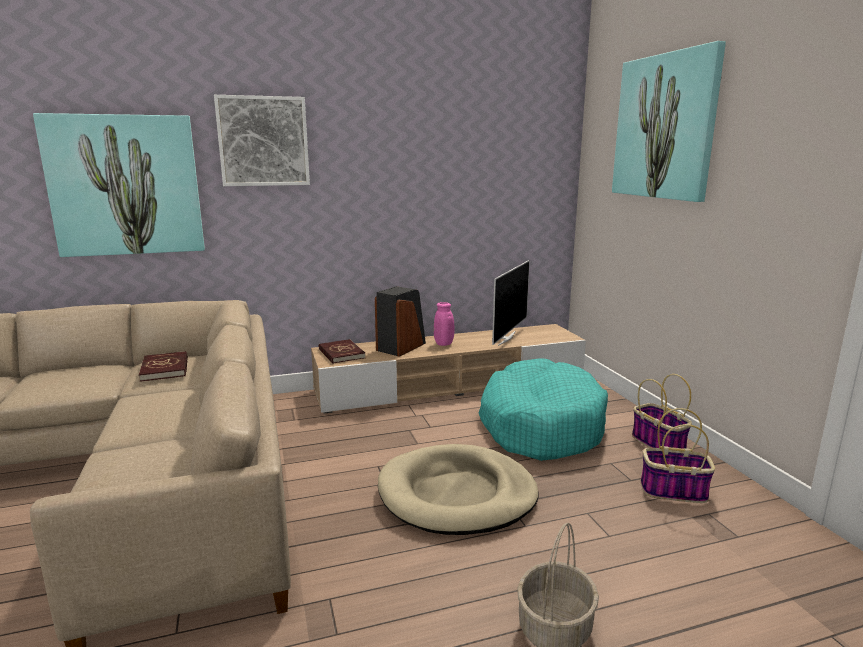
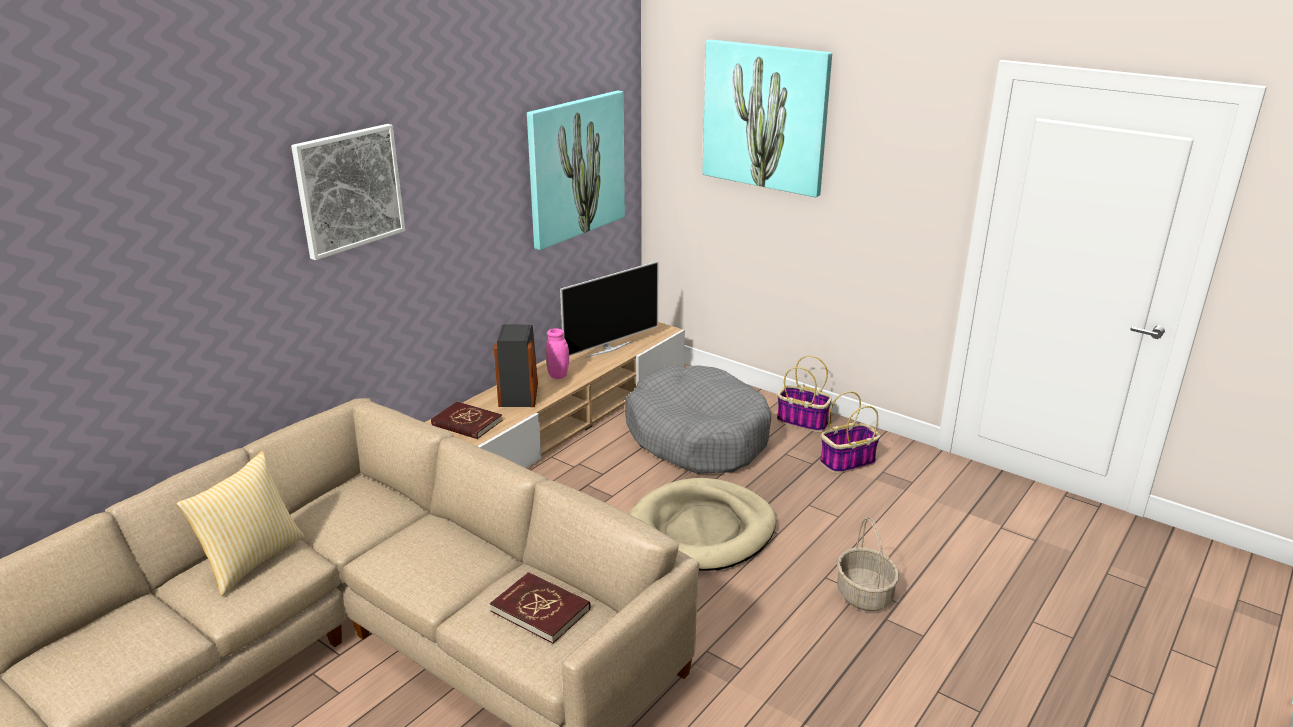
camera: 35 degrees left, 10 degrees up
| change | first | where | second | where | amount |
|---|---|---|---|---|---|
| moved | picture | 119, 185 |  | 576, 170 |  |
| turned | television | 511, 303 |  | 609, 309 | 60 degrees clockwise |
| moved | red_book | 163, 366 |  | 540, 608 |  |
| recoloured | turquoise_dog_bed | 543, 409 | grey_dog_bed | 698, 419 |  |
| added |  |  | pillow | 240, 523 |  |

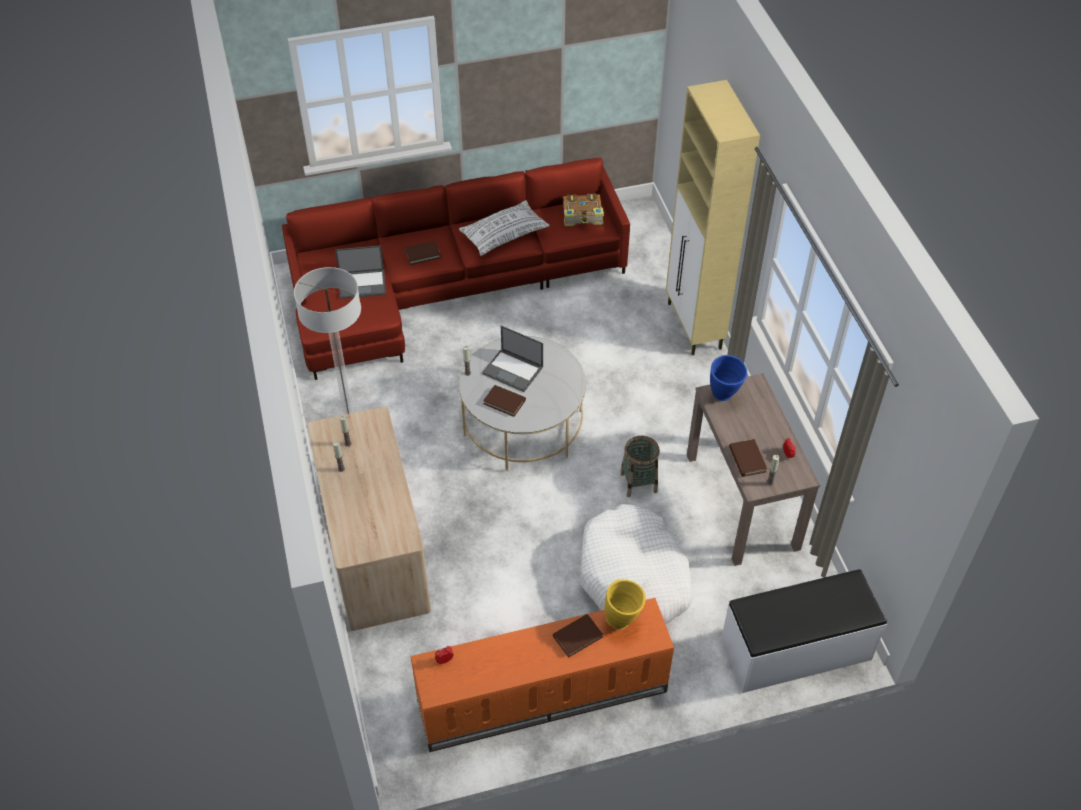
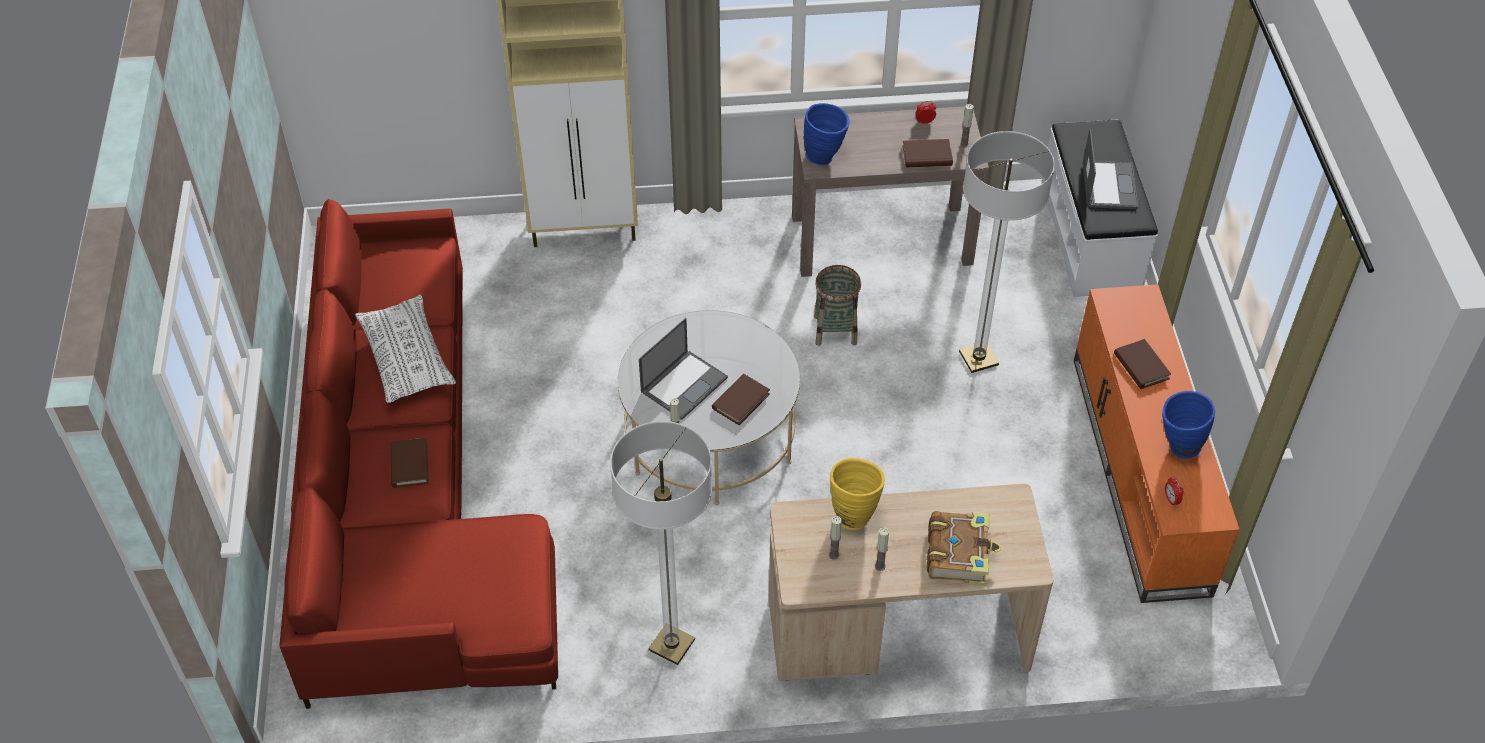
camera: 80 degrees left, 0 degrees up
| change | first | where | second | where | amount |
|---|---|---|---|---|---|
| moved | book | 583, 209 |  | 964, 548 |  |
| moved | laptop | 360, 272 |  | 1110, 168 |  |
| replaced | white_dog_bed | 636, 564 | floor_lamp | 1007, 252 |  |
| moved | yellow_vase | 625, 604 |  | 857, 494 |  |
| added |  |  | blue_vase | 1188, 425 |  |

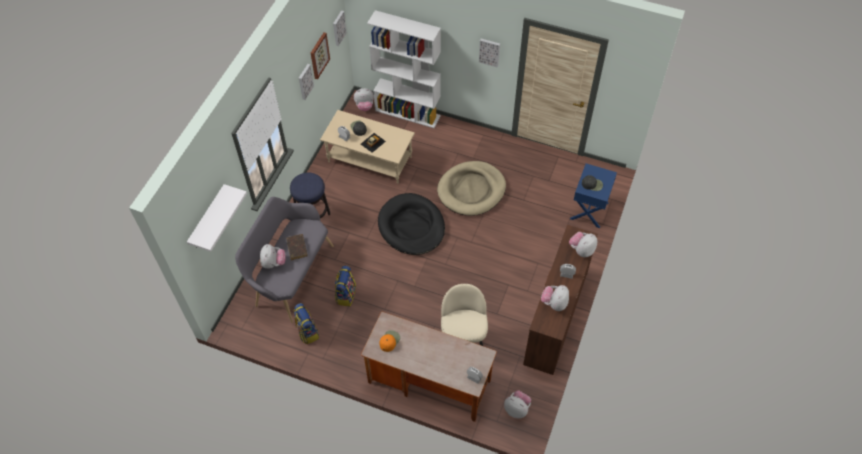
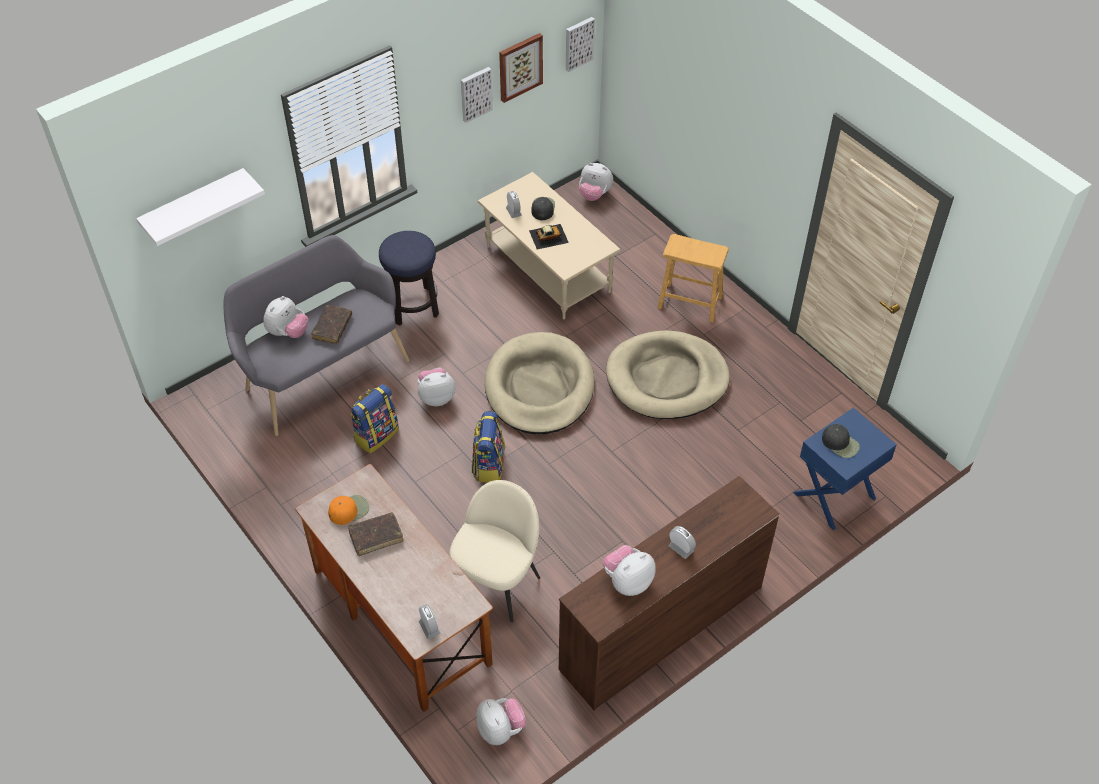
camera: 30 degrees right, 5 degrees down
| change | first | where | second | where | amount |
|---|---|---|---|---|---|
| removed | white_bookcase | 404, 69 |  |  |  |
| removed | picture | 489, 53 |  |  |  |
| recoloured | black_dog_bed | 411, 224 | beige_dog_bed | 539, 383 |  |
| moved | plush_toy | 583, 244 |  | 436, 387 |  |
| moved | backpack | 306, 323 |  | 488, 447 |  |
| added |  |  | brown_stool | 693, 278 |  |
| added |  |  | brown_book | 375, 534 |  |

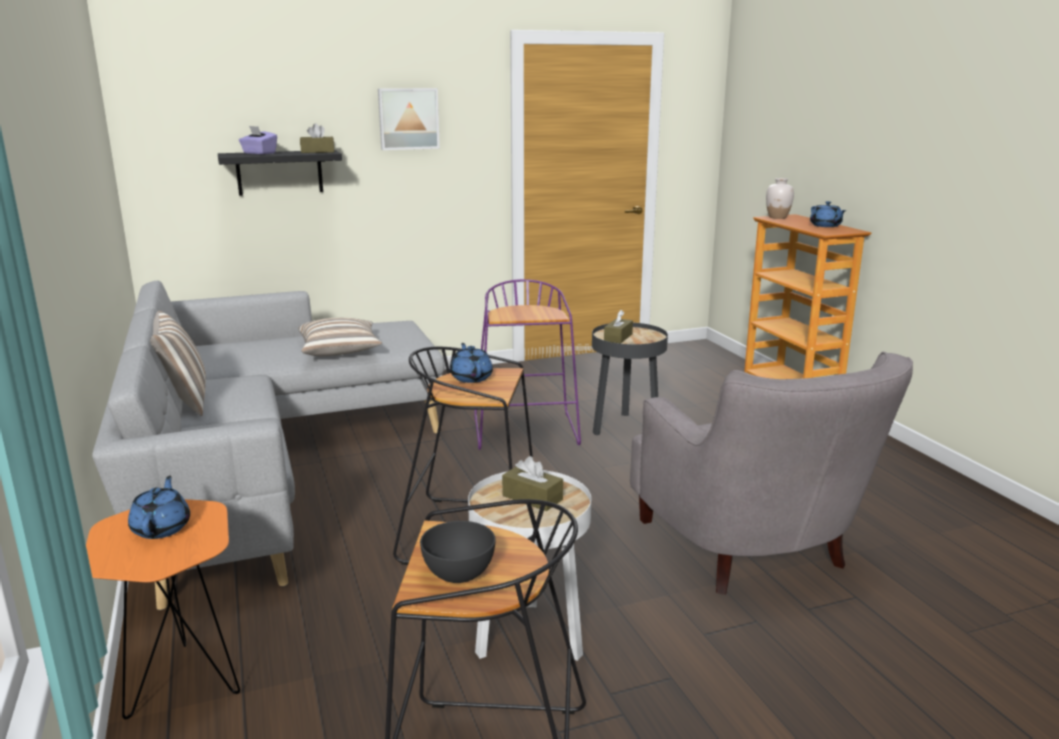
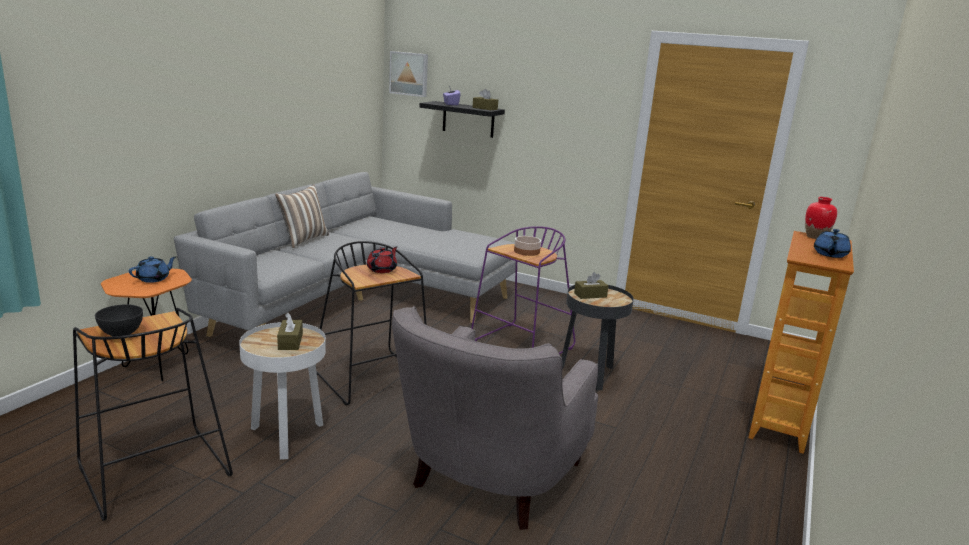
camera: 45 degrees right, 0 degrees up
| change | first | where | second | where | amount |
|---|---|---|---|---|---|
| moved | picture | 409, 119 |  | 408, 74 |  |
| recoloured | white_vase | 780, 198 | red_vase | 821, 218 |  |
| removed | pillow | 340, 337 |  |  |  |
| recoloured | blue_teapot | 471, 363 | red_teapot | 382, 259 |  |
| added |  |  | bowl | 527, 246 |  |

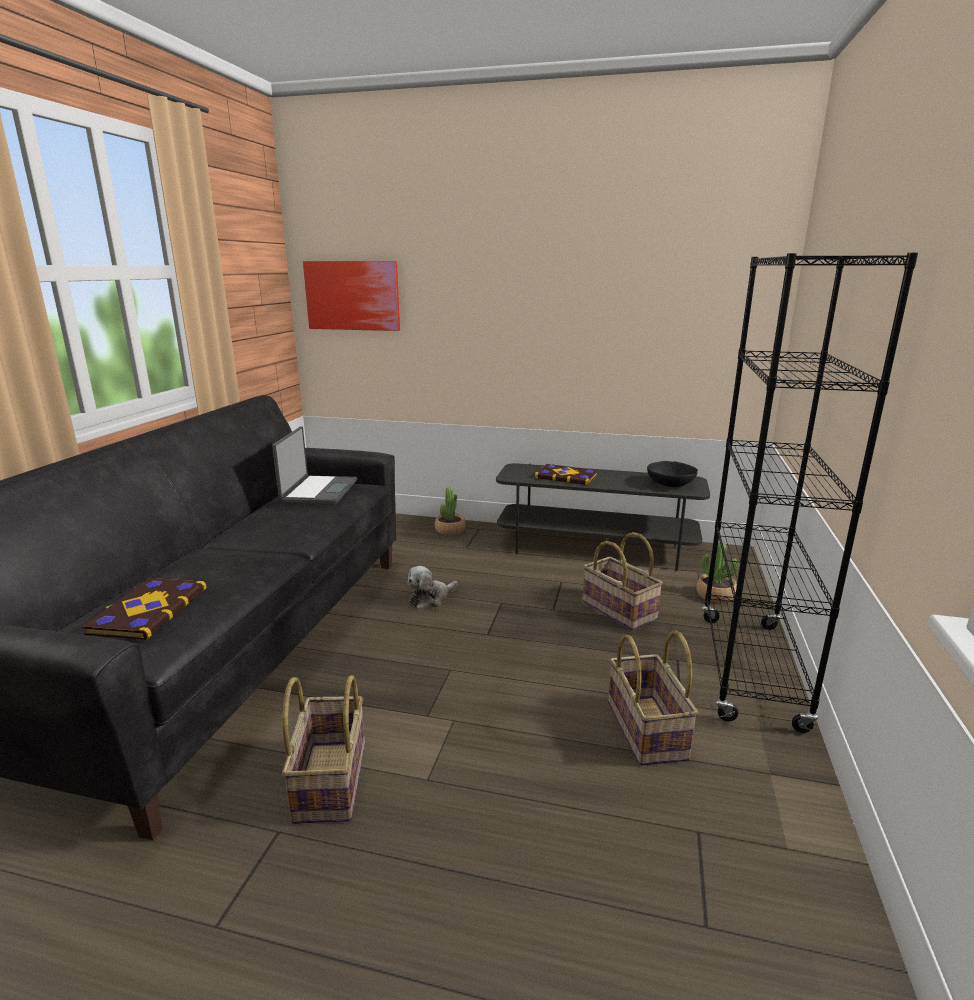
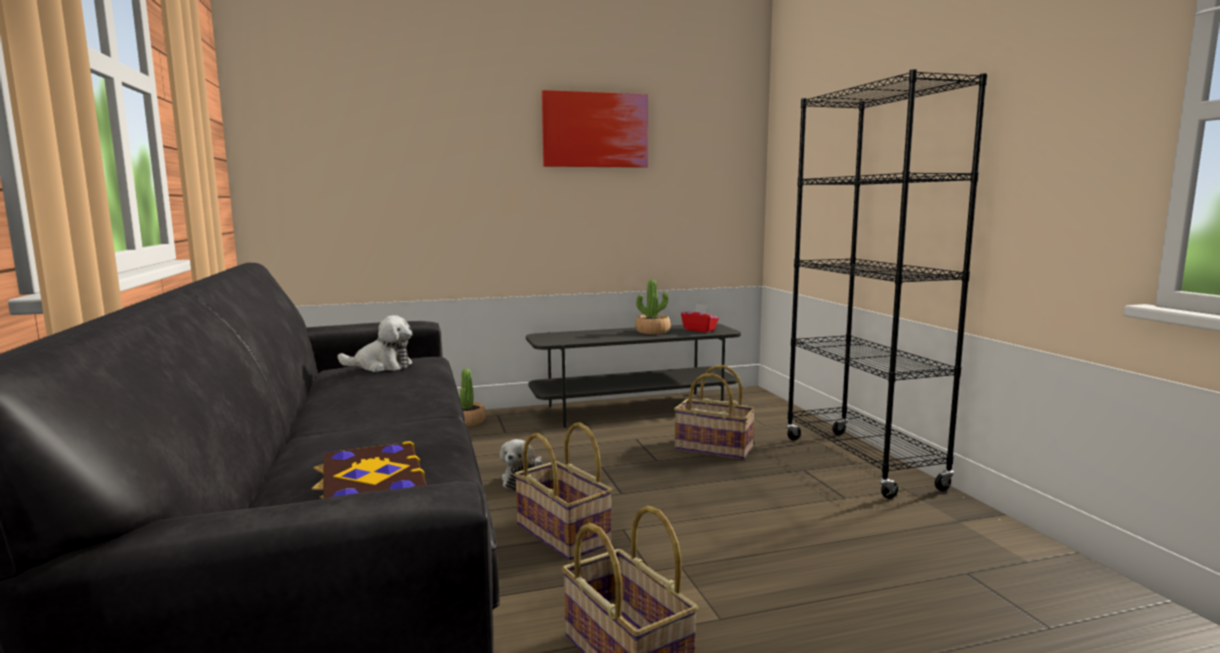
camera: 30 degrees left, 10 degrees down
| change | first | where | second | where | amount |
|---|---|---|---|---|---|
| moved | picture | 351, 296 |  | 595, 129 |  |
| replaced | laptop | 314, 465 | plush_toy | 374, 343 |  |
| replaced | black_bowl | 672, 474 | red_tissue_box | 700, 318 |  |
| removed | book | 566, 474 |  |  |  |
| moved | potted_plant | 717, 572 |  | 653, 307 |  |
| moved | basket | 653, 698 |  | 563, 491 |  |

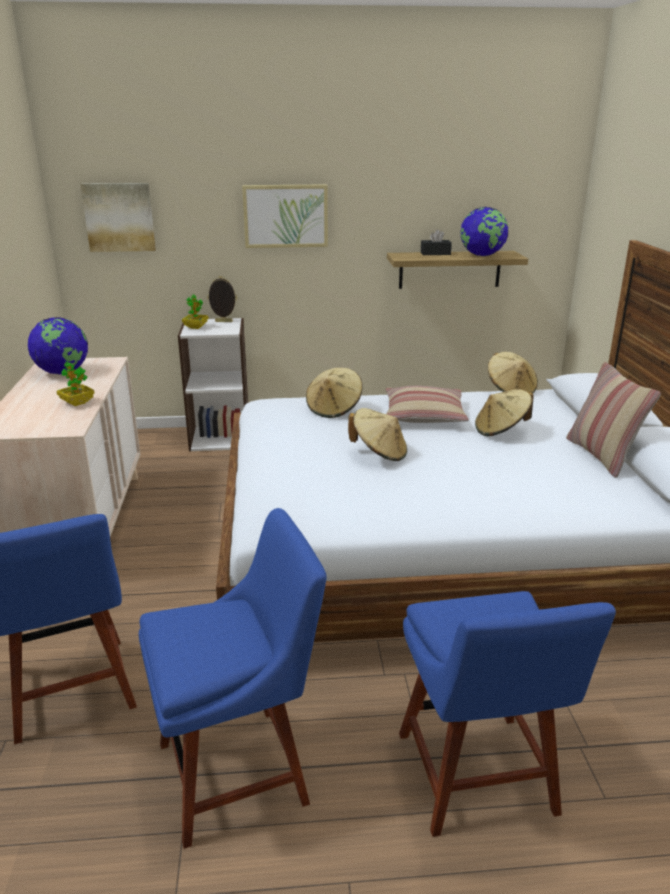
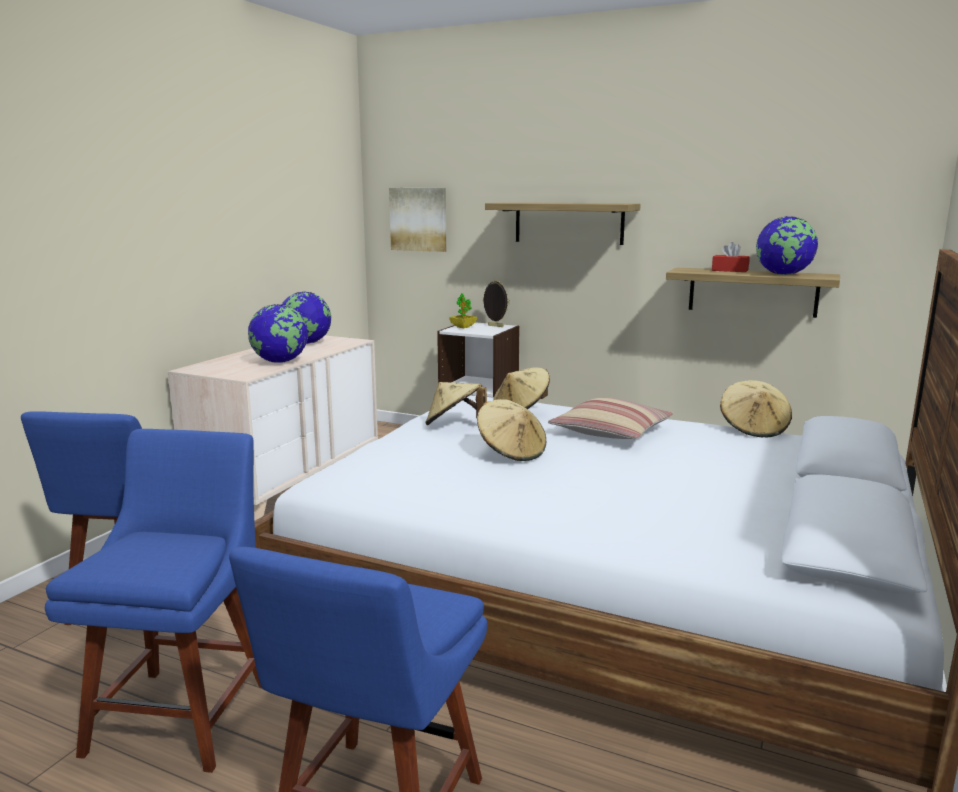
camera: 30 degrees right, 10 degrees down
| change | first | where | second | where | amount |
|---|---|---|---|---|---|
| replaced | picture | 285, 216 | shelf | 563, 223 |  |
| recoloured | black_tissue_box | 436, 242 | red_tissue_box | 731, 257 |  |
| replaced | potted_plant | 75, 383 | globe | 278, 333 |  |
| removed | pillow | 613, 420 |  |  |  |
| moved | beige_hat | 504, 412 |  | 456, 403 |  |
| turned | blue_chair | 233, 678 |  | 153, 601 | 90 degrees counterclockwise |

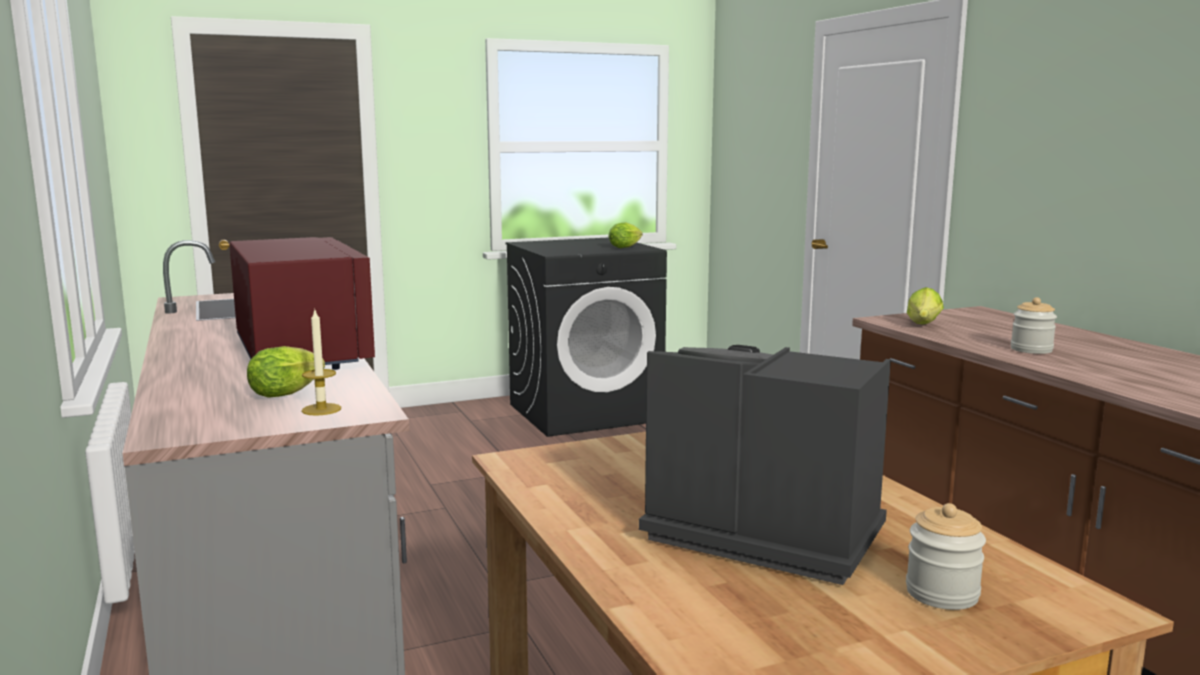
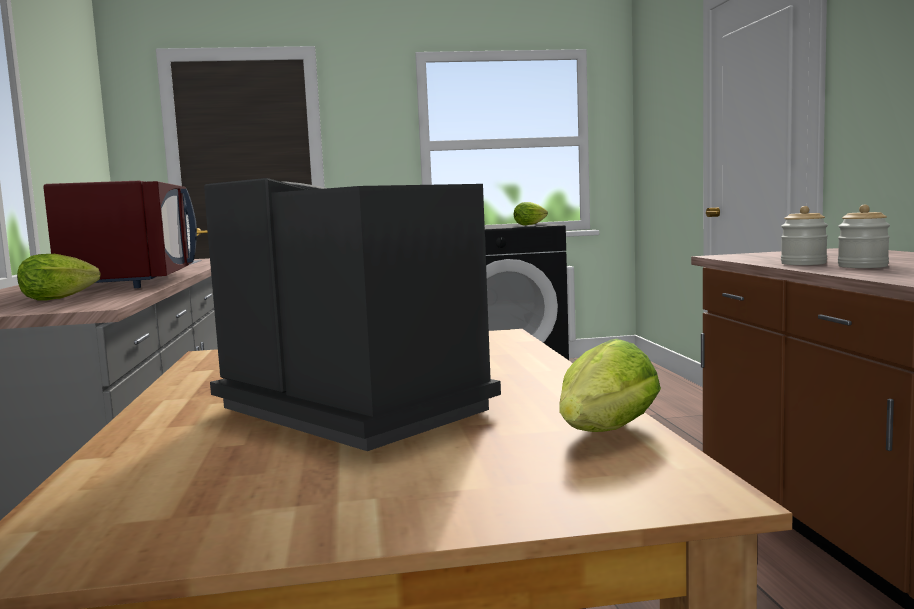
camera: 15 degrees right, 5 degrees down
| change | first | where | second | where | amount |
|---|---|---|---|---|---|
| moved | lettuce | 925, 305 |  | 610, 385 |  |
| removed | candle | 321, 363 |  |  |  |
| moved | jar | 946, 556 |  | 804, 235 |  |

